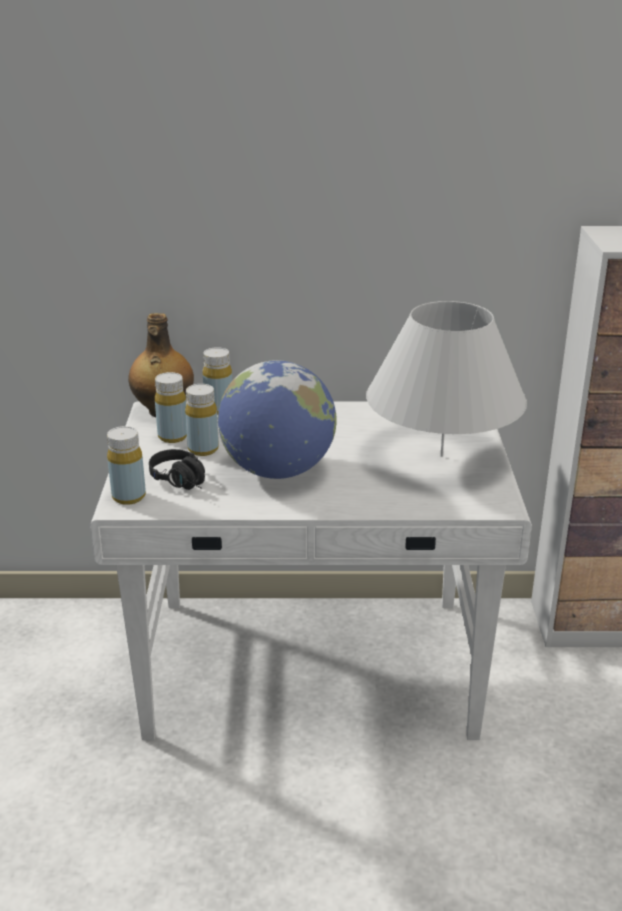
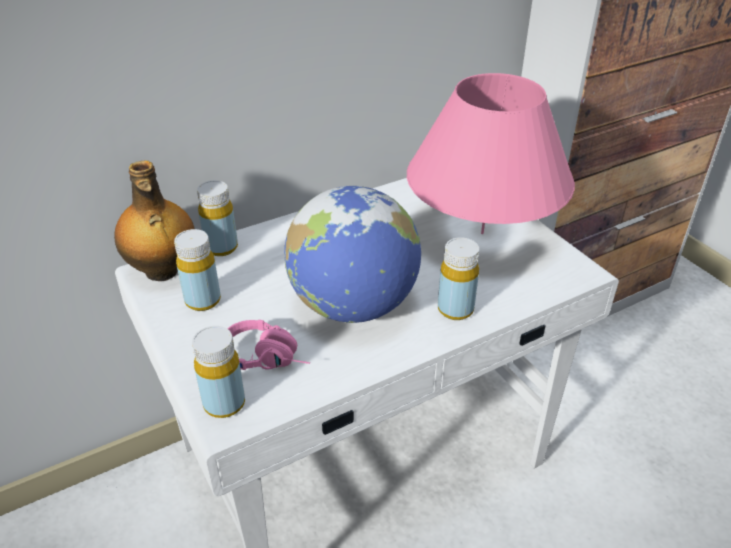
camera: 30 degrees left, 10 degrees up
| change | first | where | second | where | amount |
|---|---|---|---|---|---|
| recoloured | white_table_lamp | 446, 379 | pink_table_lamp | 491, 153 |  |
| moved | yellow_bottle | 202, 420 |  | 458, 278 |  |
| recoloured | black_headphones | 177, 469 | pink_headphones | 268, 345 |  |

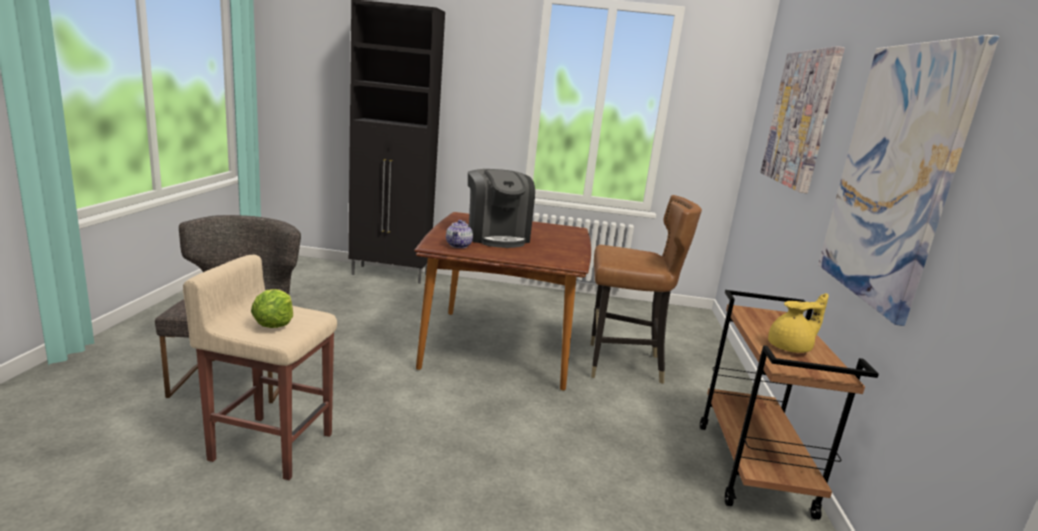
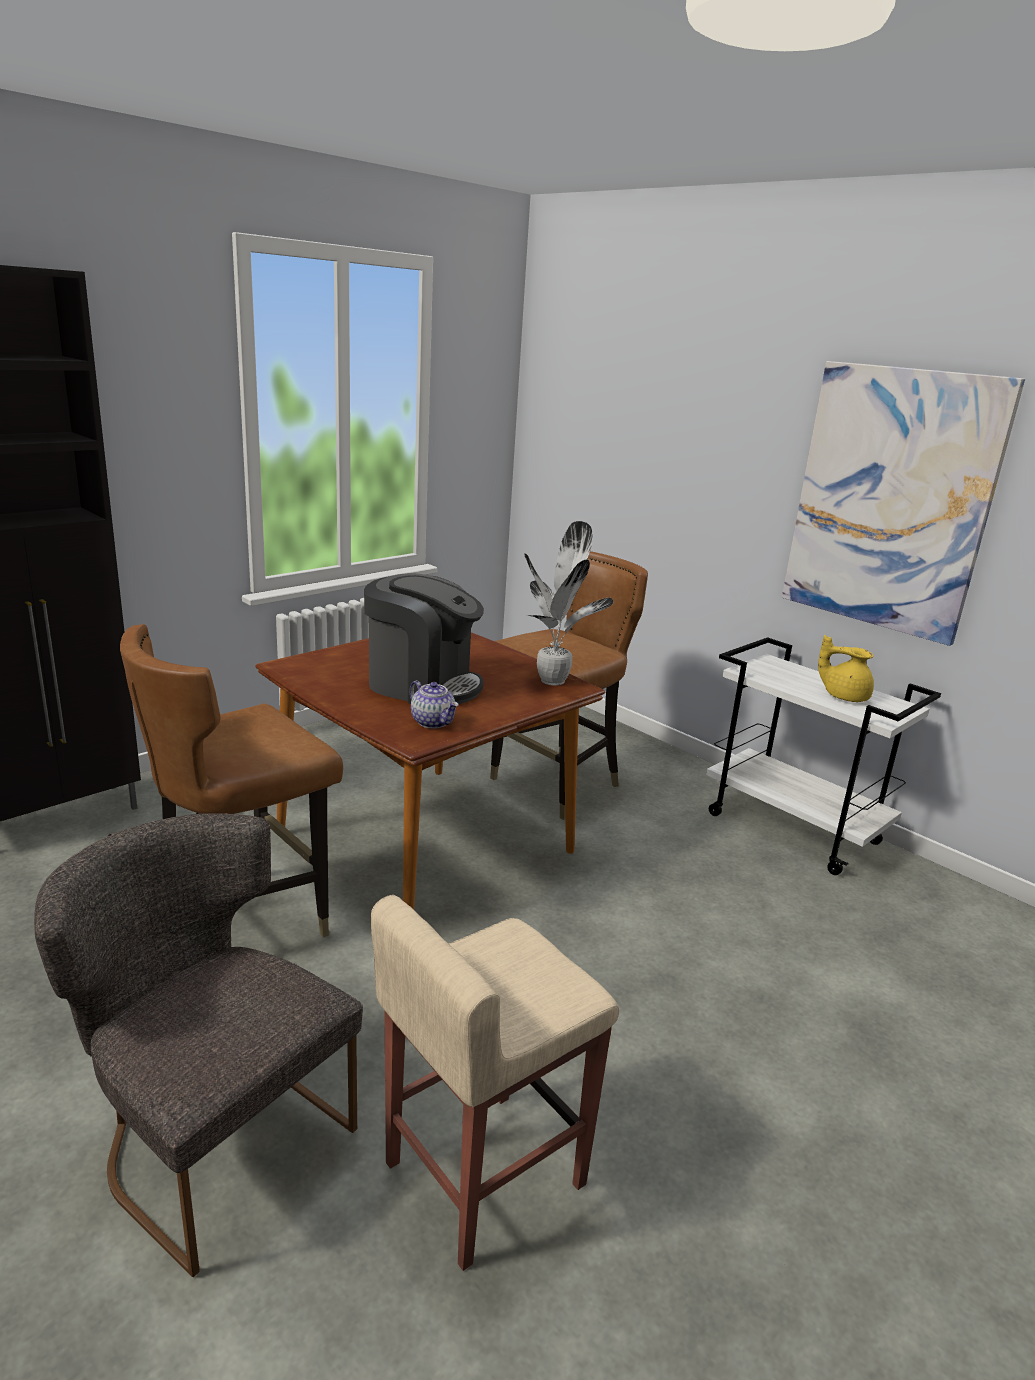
camera: 50 degrees left, 5 degrees up
| change | first | where | second | where | amount |
|---|---|---|---|---|---|
| removed | picture | 802, 119 |  |  |  |
| removed | lettuce | 272, 308 |  |  |  |
| recoloured | brown_cart | 789, 405 | white_cart | 823, 756 |  |
| turned | yellow_teapot | 798, 323 |  | 846, 668 | 90 degrees counterclockwise |
| added |  |  | potted_plant | 568, 603 |  |
| added |  |  | brown_chair | 231, 781 |  |

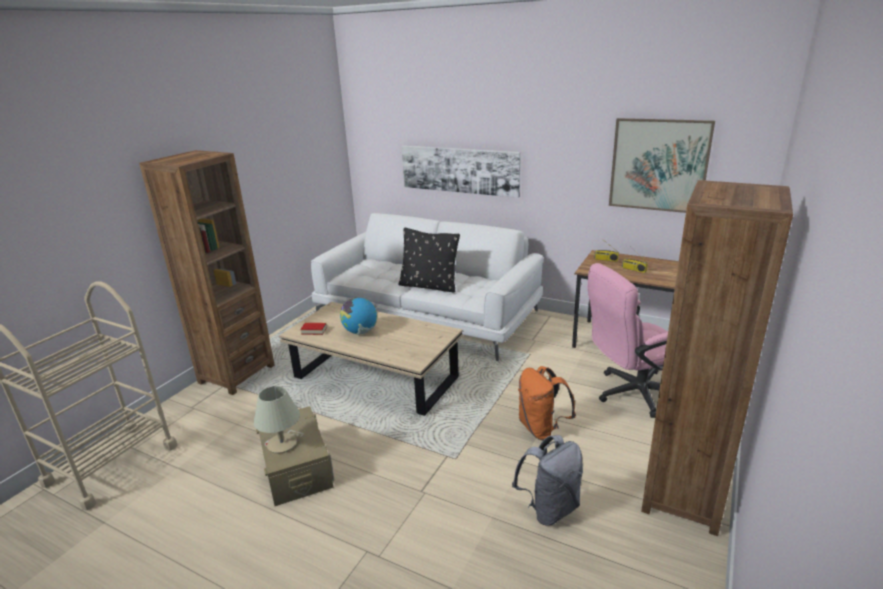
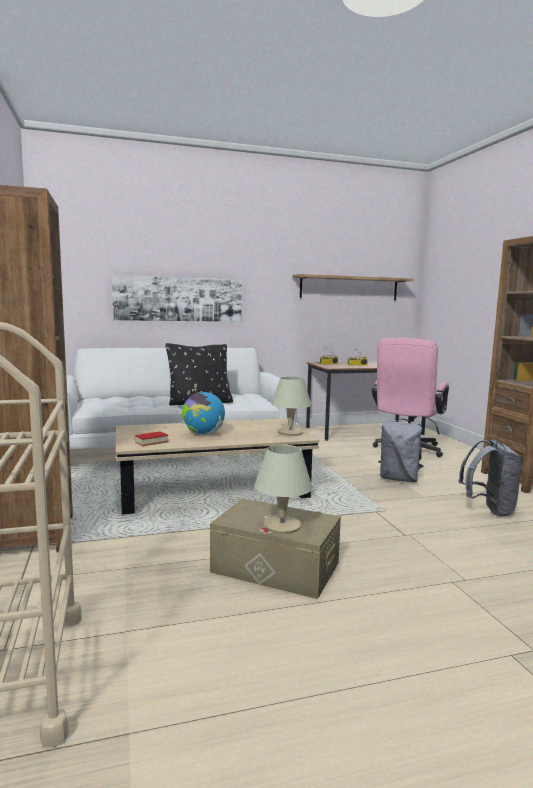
camera: 45 degrees left, 15 degrees down
| change | first | where | second | where | amount |
|---|---|---|---|---|---|
| replaced | picture | 662, 165 | shelf | 353, 287 |  |
| recoloured | orange_backpack | 547, 403 | grey_backpack | 401, 450 |  |
| added |  |  | beige_table_lamp | 291, 406 |  |

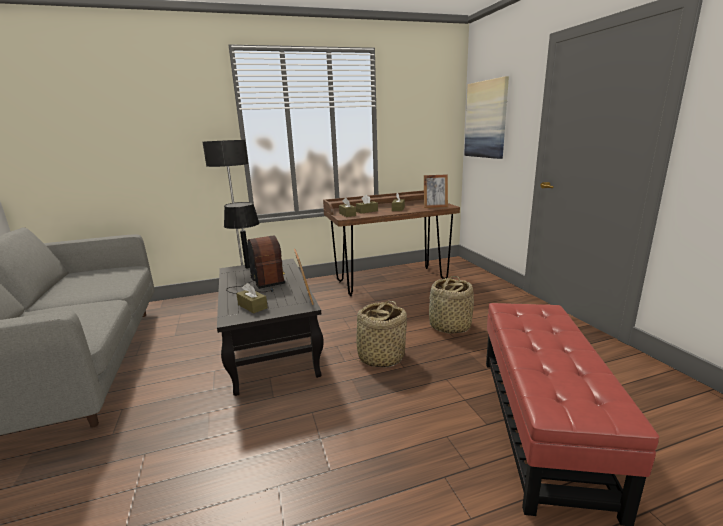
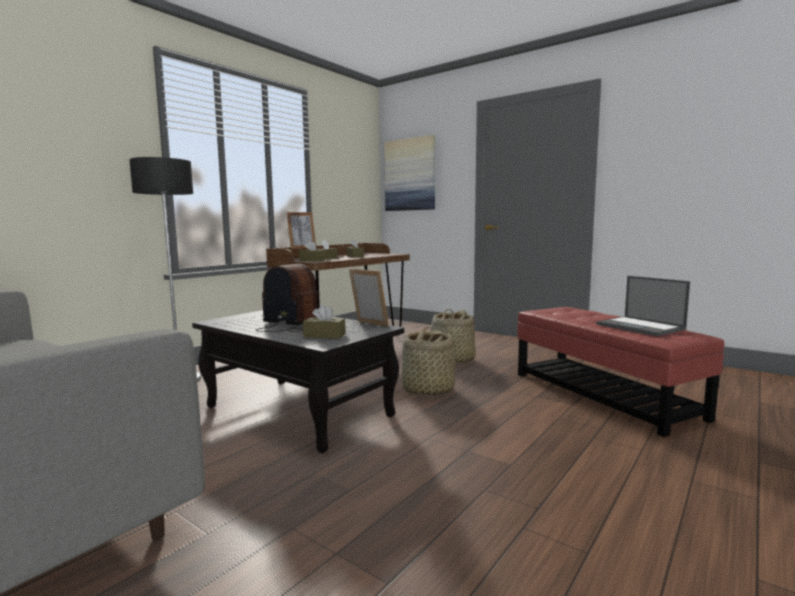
camera: 35 degrees left, 10 degrees down
| change | first | where | second | where | amount |
|---|---|---|---|---|---|
| moved | picture_frame | 436, 191 |  | 301, 230 |  |
| removed | black_table_lamp | 241, 235 |  |  |  |
| added |  |  | laptop | 643, 306 |  |

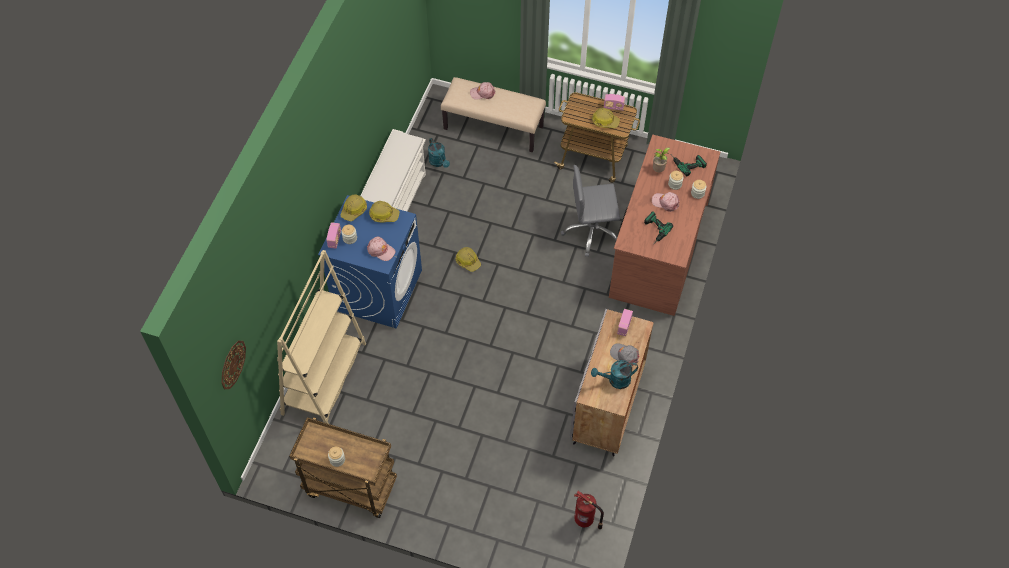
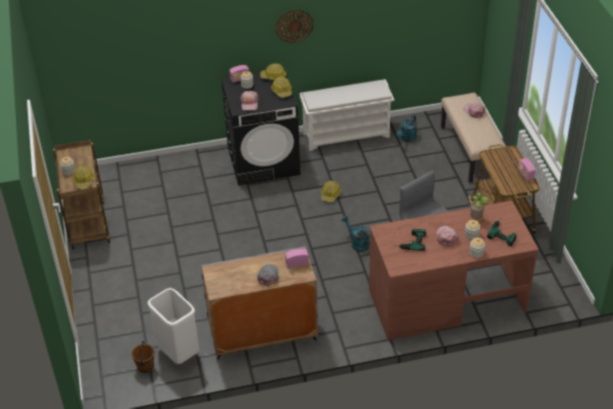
camera: 60 degrees right, 15 degrees down
| change | first | where | second | where | amount |
|---|---|---|---|---|---|
| moved | hard_hat | 606, 118 |  | 83, 177 |  |
| recoloured | blue_washing_machine | 370, 261 | black_washing_machine | 260, 127 |  |
| removed | beige_bookcase | 321, 337 |  |  |  |
| moved | wall_clock | 233, 365 |  | 294, 26 |  |
| moved | turquoise_watering_can | 614, 374 |  | 355, 234 |  |
| replaced | fire_extinguisher | 589, 510 | brown_bucket | 143, 357 |  |
| added |  |  | white_trash_can | 173, 326 |  |

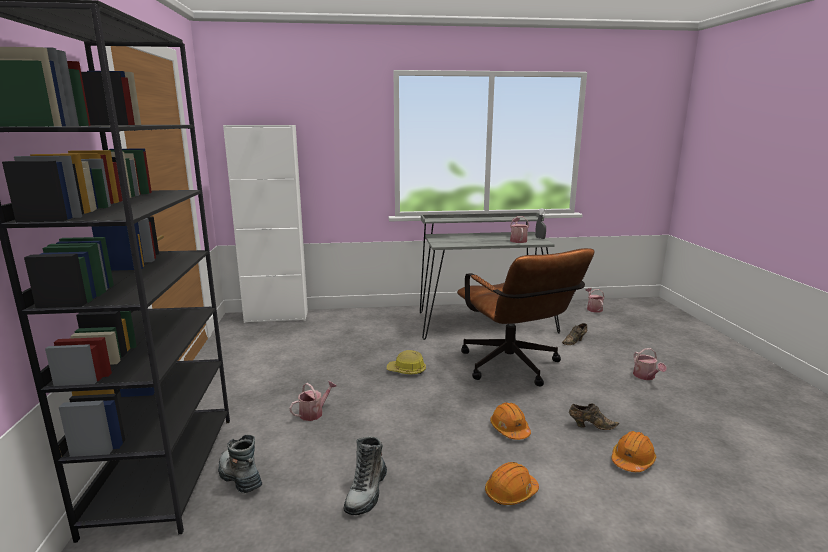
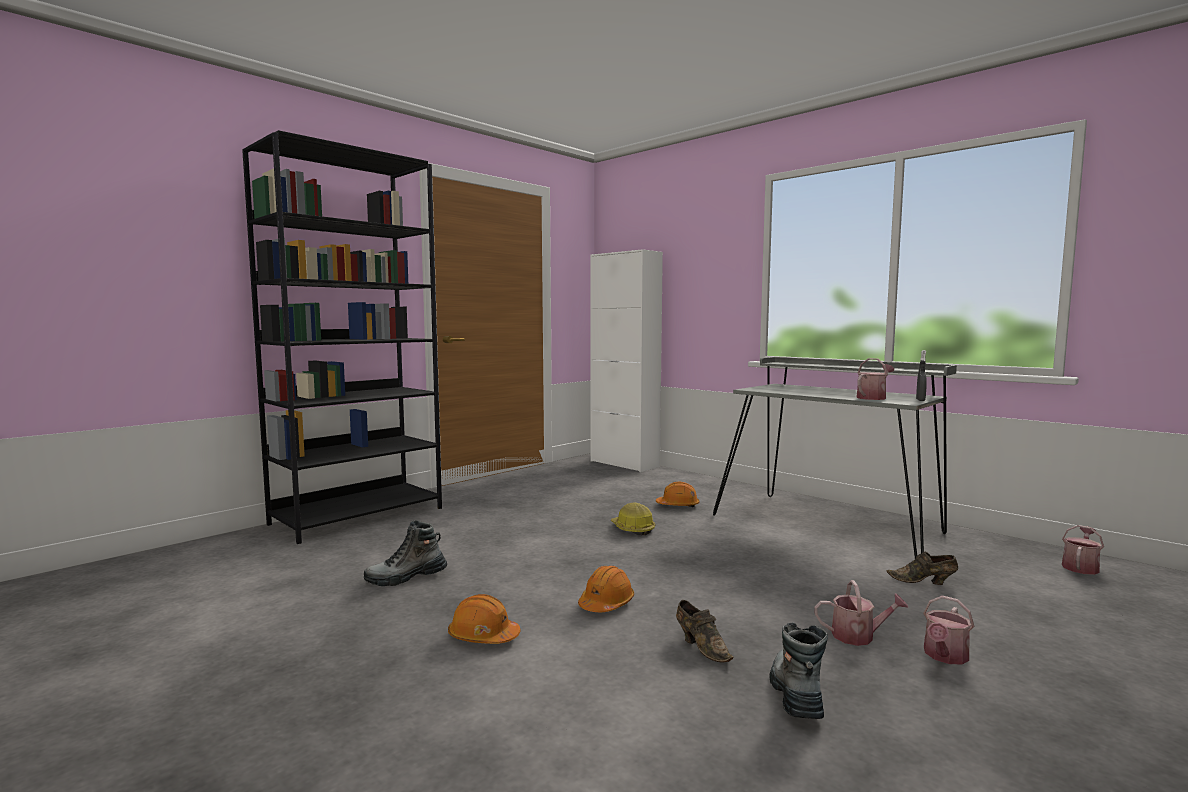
camera: 50 degrees right, 10 degrees down
| change | first | where | second | where | amount |
|---|---|---|---|---|---|
| removed | brown_office_chair | 526, 317 |  |  |  |
| moved | watering_can | 313, 401 |  | 861, 613 |  |
| moved | orange_hard_hat | 633, 451 |  | 677, 495 |  |
| moved | boot | 240, 464 |  | 798, 670 |  |

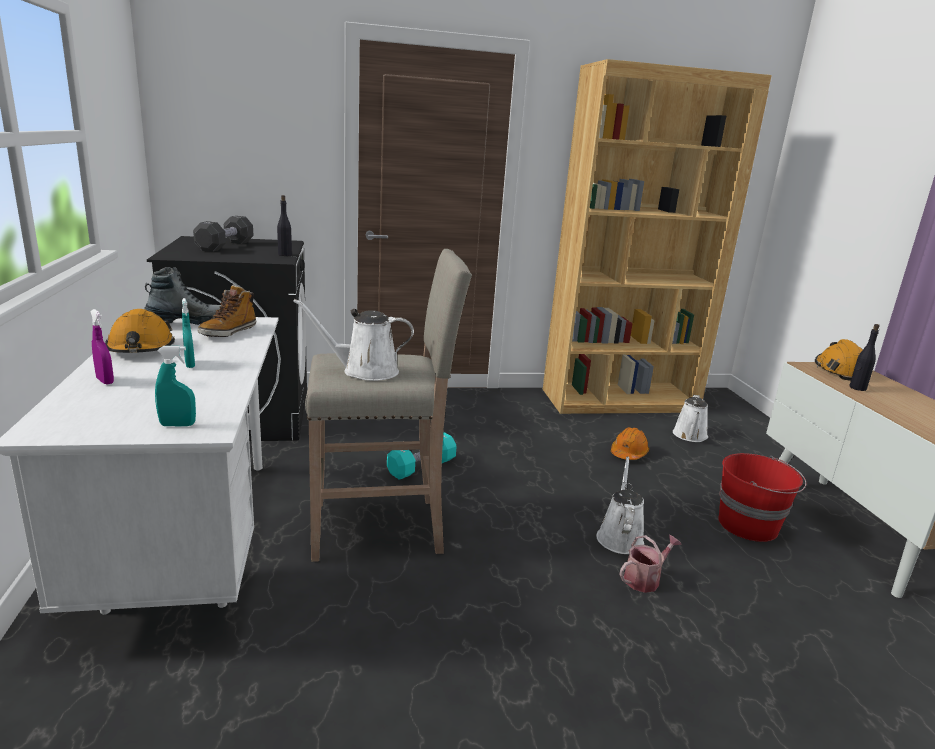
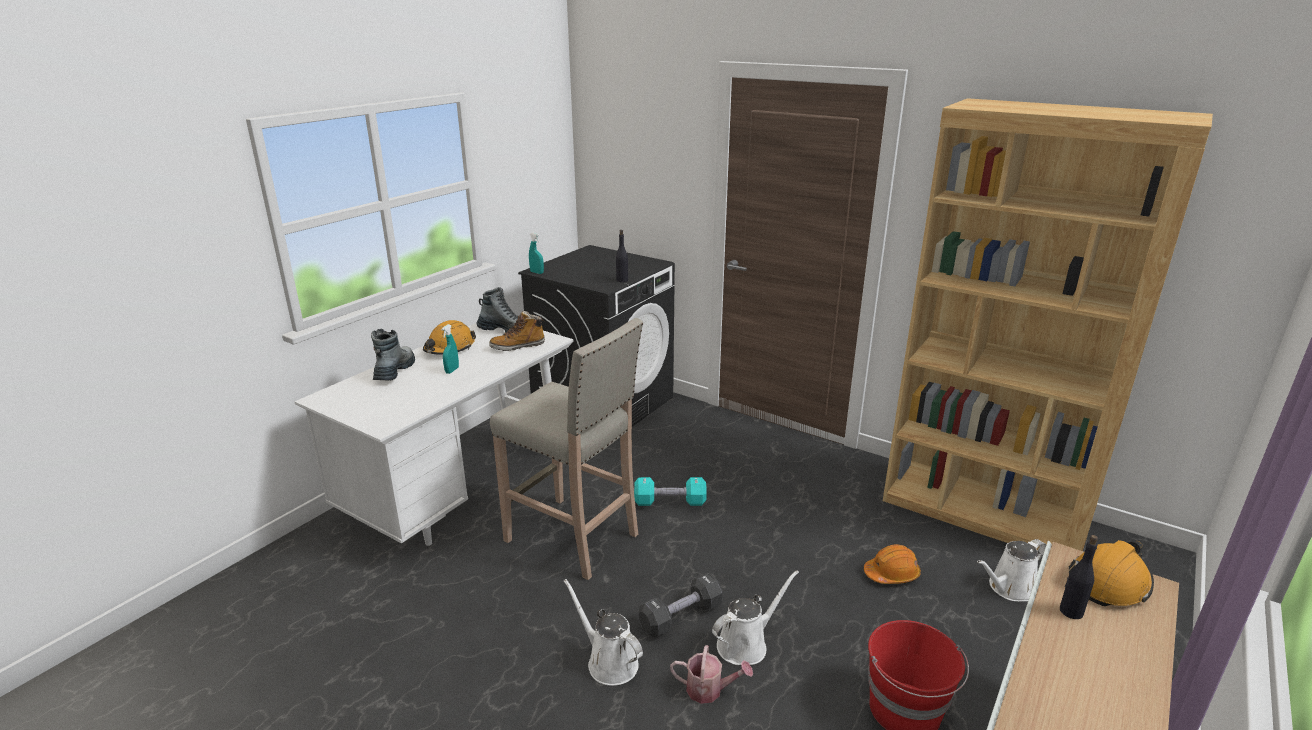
camera: 45 degrees right, 5 degrees up
| change | first | where | second | where | amount |
|---|---|---|---|---|---|
| moved | black_dumbbell | 223, 234 |  | 681, 605 |  |
| moved | white_watering_can | 353, 340 |  | 603, 632 |  |
| replaced | purple_spray_bottle | 102, 346 | boot | 393, 354 |  |
| moved | turquoise_spray_bottle | 175, 386 |  | 536, 253 |  |

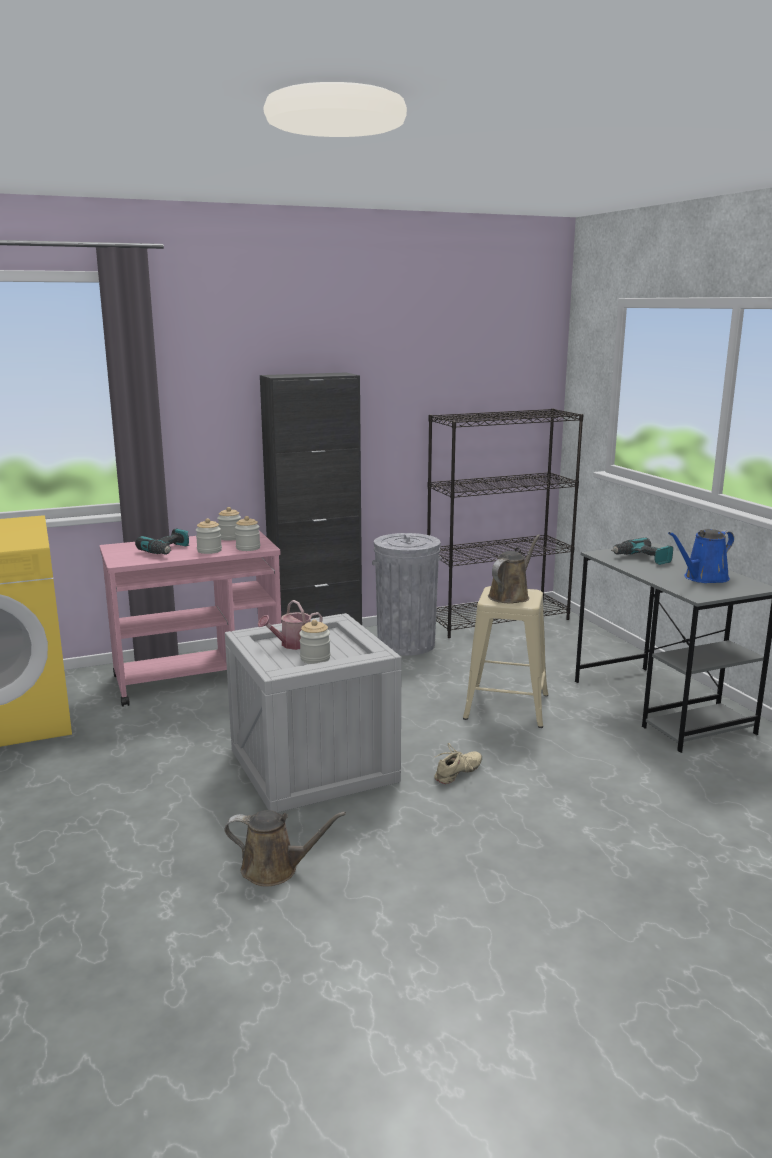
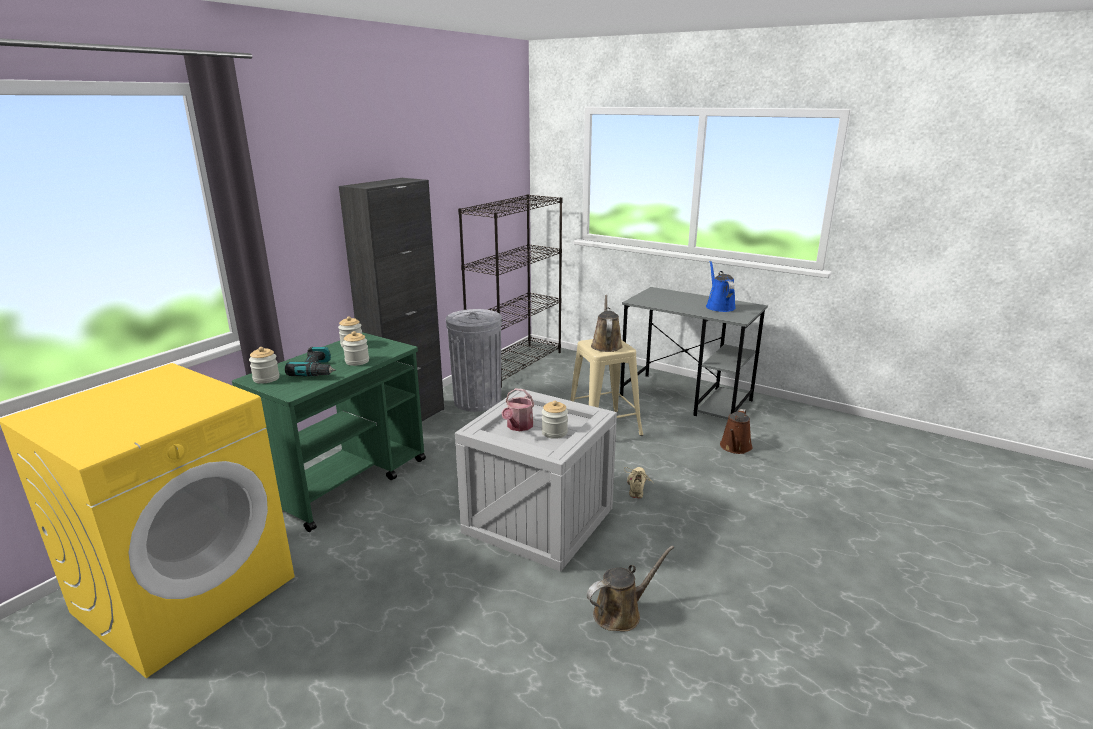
camera: 35 degrees left, 5 degrees up
| change | first | where | second | where | amount |
|---|---|---|---|---|---|
| moved | jar | 247, 533 |  | 264, 365 |  |
| turned | blue_watering_can | 701, 556 |  | 721, 286 | 150 degrees clockwise |
| recoloured | pink_cart | 191, 618 | green_cart | 329, 432 |  |
| removed | power_drill | 642, 551 |  |  |  |
| added |  |  | brown_watering_can | 736, 431 |  |

